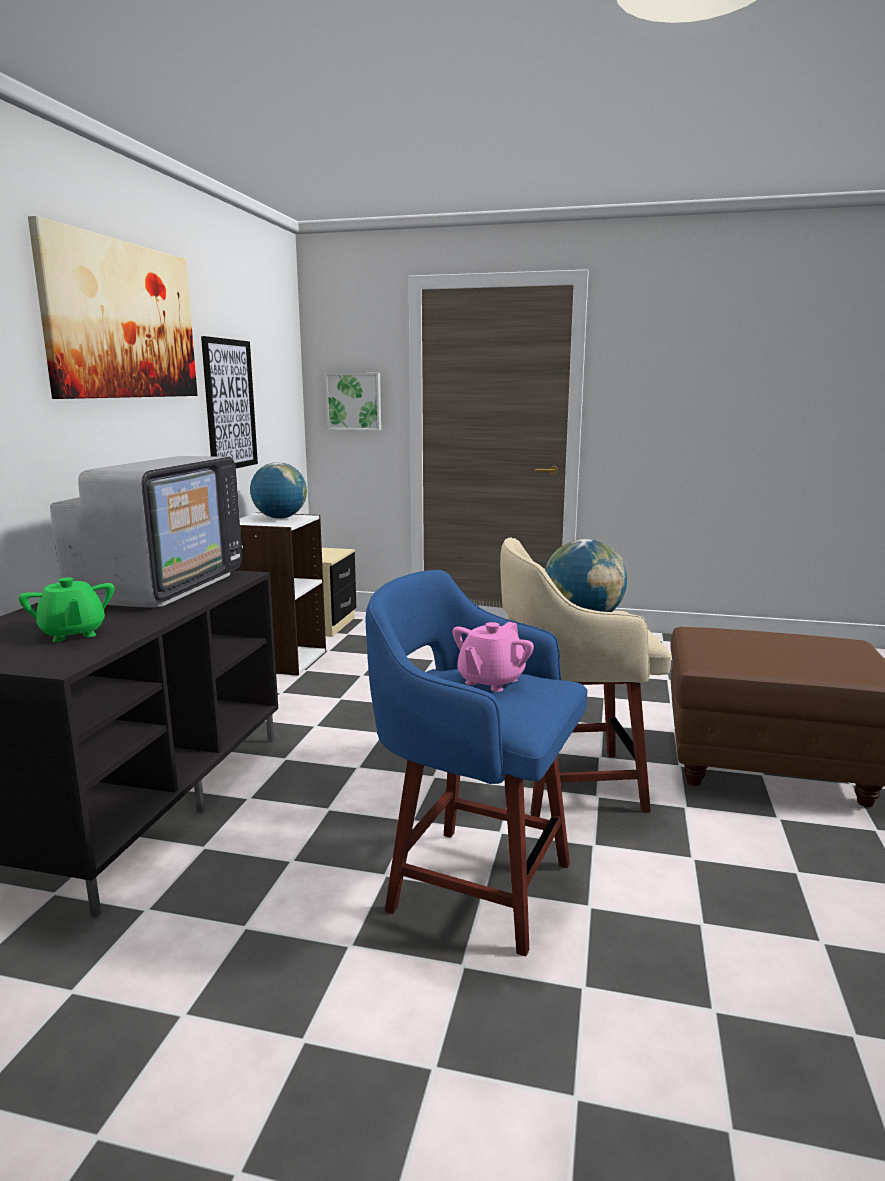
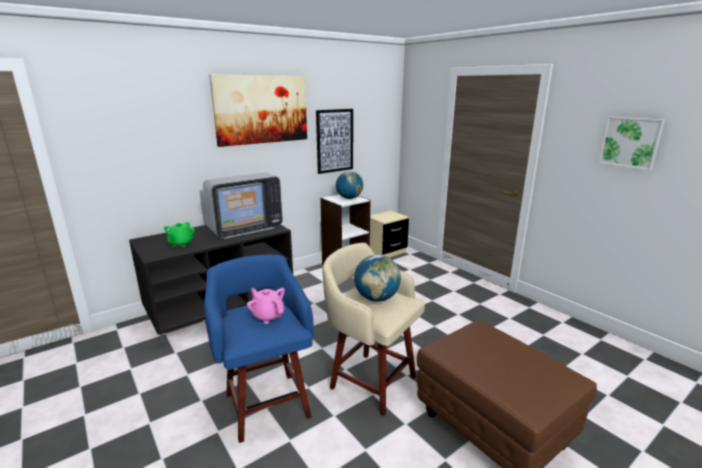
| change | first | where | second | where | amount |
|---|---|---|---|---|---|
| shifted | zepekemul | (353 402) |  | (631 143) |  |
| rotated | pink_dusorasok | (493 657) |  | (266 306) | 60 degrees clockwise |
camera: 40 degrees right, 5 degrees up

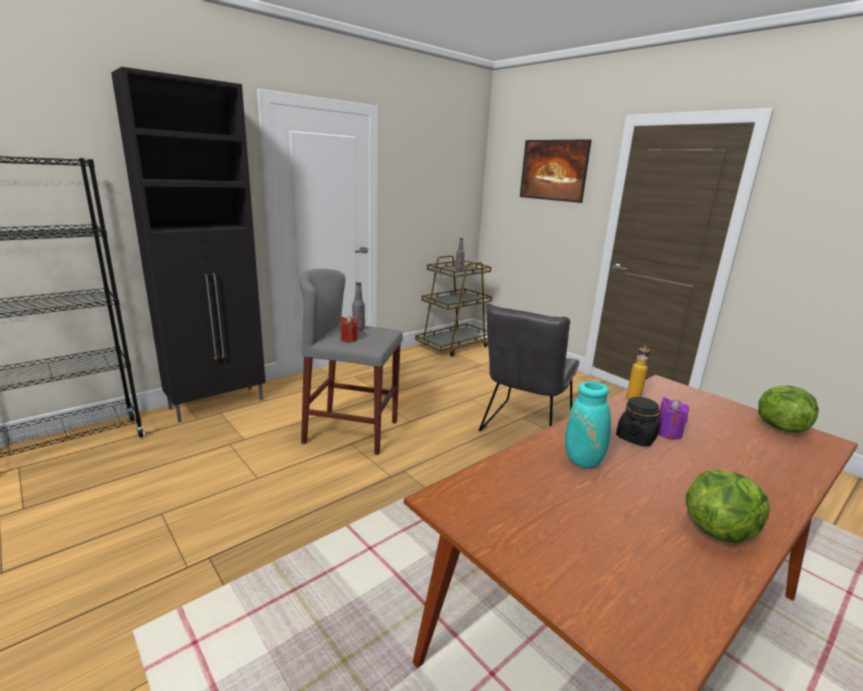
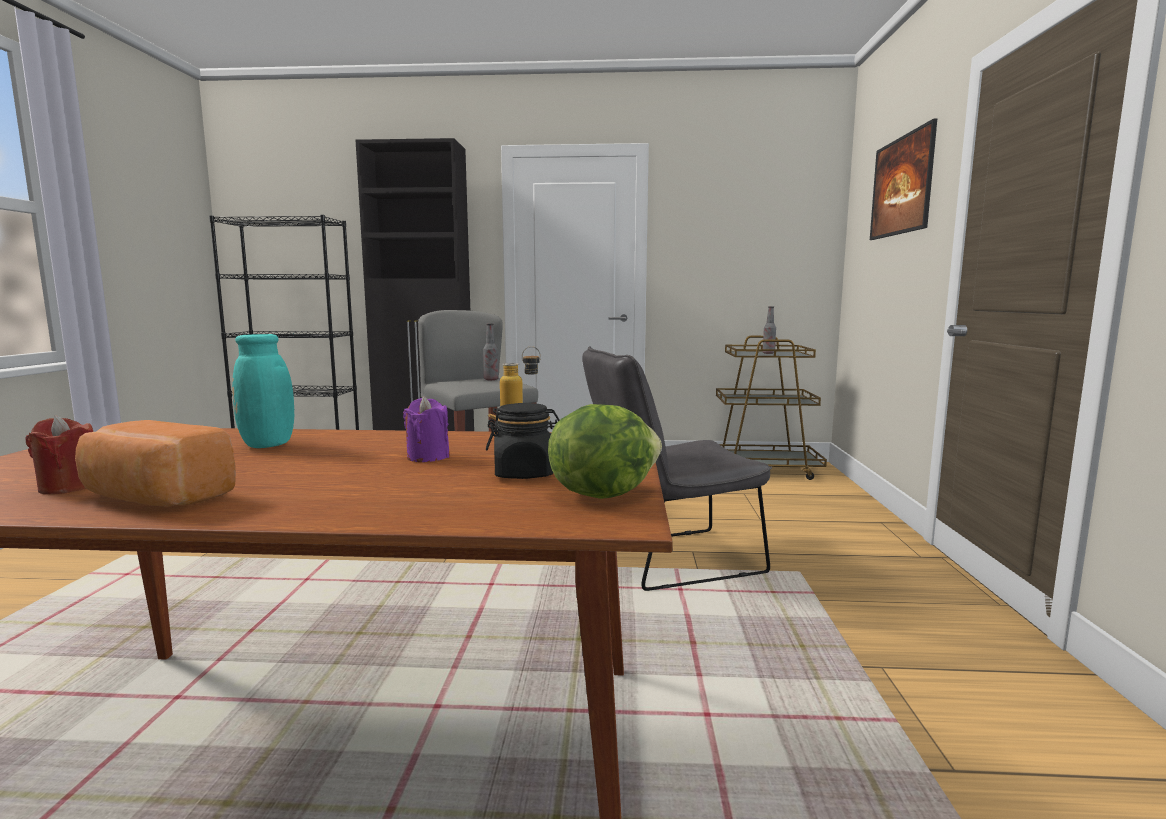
| change | first | where | second | where | amount |
|---|---|---|---|---|---|
| shifted | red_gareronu | (349 329) |  | (59 454) |  |
| shifted | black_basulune | (638 422) |  | (523 441) |  |
| swapped | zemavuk | (728 506) | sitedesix | (155 463) |  |
camera: 45 degrees right, 10 degrees down

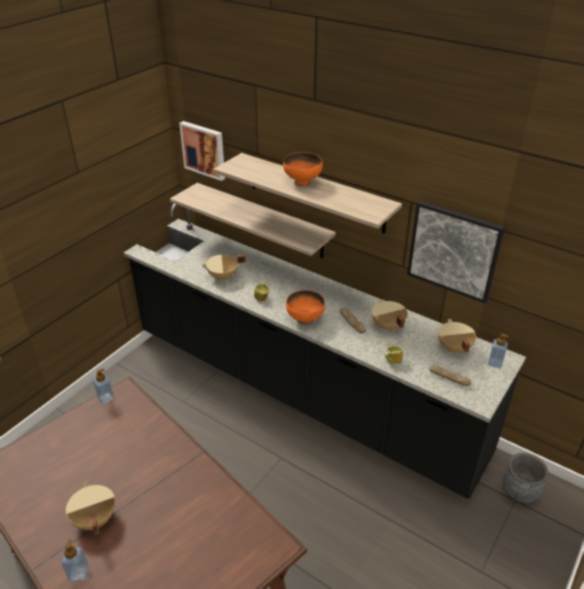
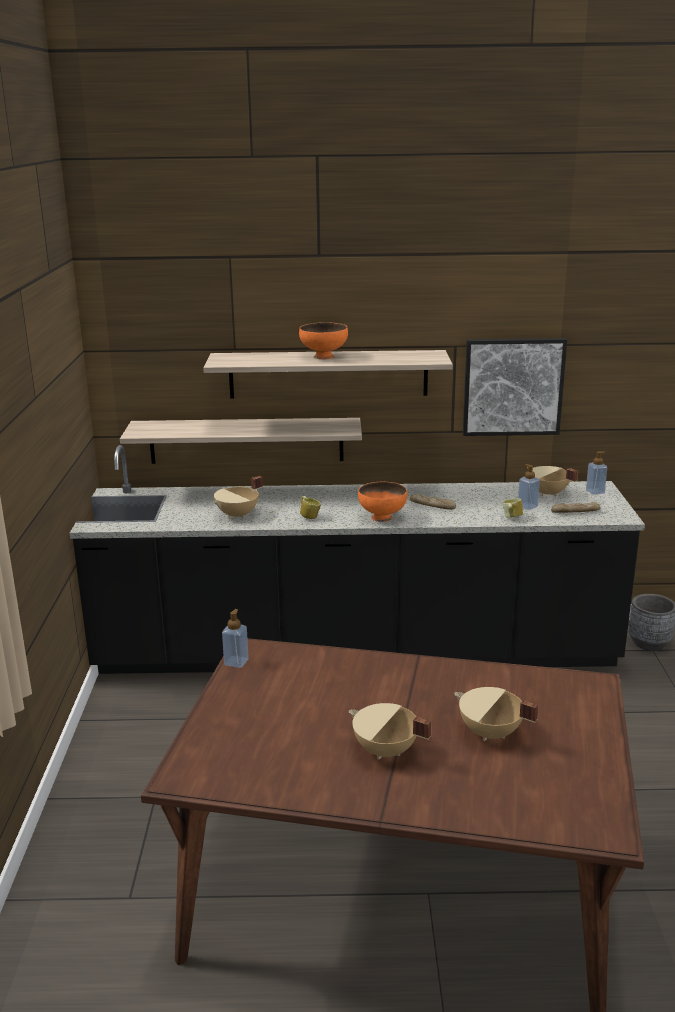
| change | first | where | second | where | amount |
|---|---|---|---|---|---|
| shifted | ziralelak | (75 560) |  | (529 487) |  |
| gone | zepekemul | (202 151) |  |  |  |
| shifted | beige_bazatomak | (389 315) |  | (496 714) |  |
camera: 35 degrees left, 15 degrees down

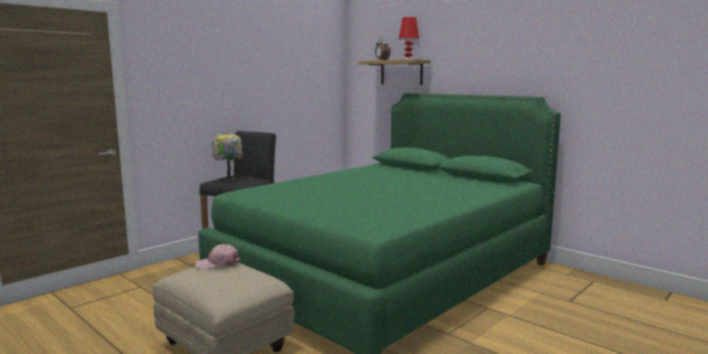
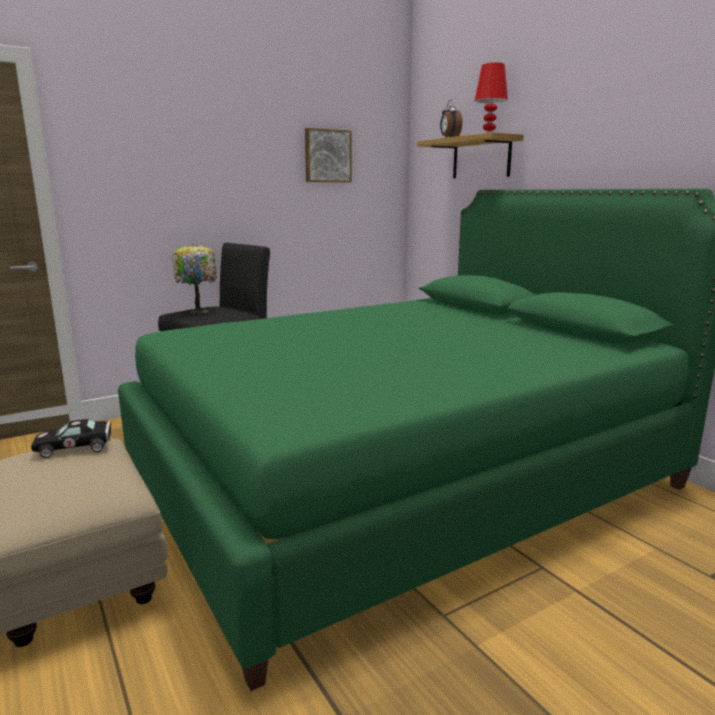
| change | first | where | second | where | amount |
|---|---|---|---|---|---|
| swapped | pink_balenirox | (217 257) | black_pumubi | (71 438) |  |
| new |  |  | zepekemul | (328 155) |  |
camera: 15 degrees right, 5 degrees up

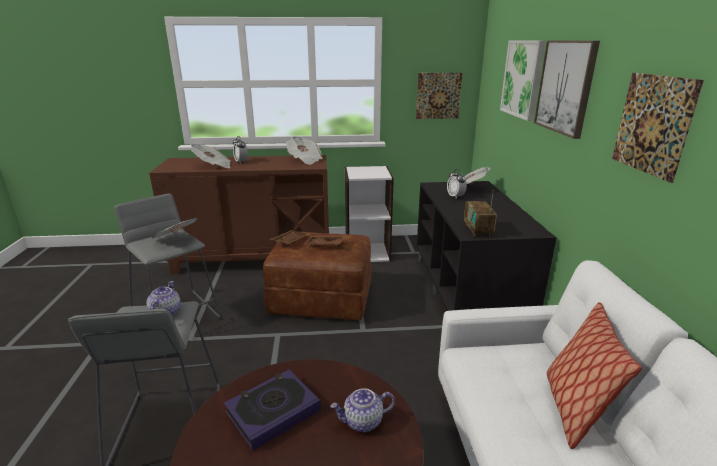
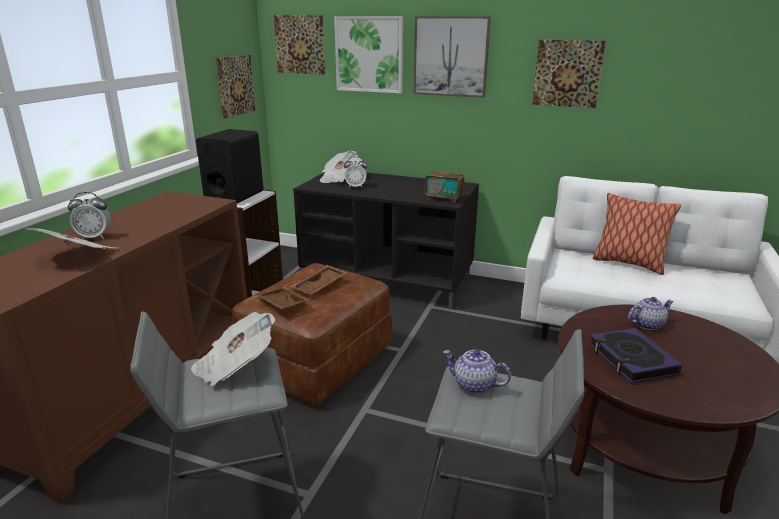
| change | first | where | second | where | amount |
|---|---|---|---|---|---|
| gone | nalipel | (304 150) |  |  |  |
| rotated | dusorasok | (362 410) |  | (651 313) | 120 degrees counterclockwise |
| new |  |  | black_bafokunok | (230 166) |  |
| new |  |  | zepekemul | (299 45) |  |
camera: 65 degrees left, 0 degrees up

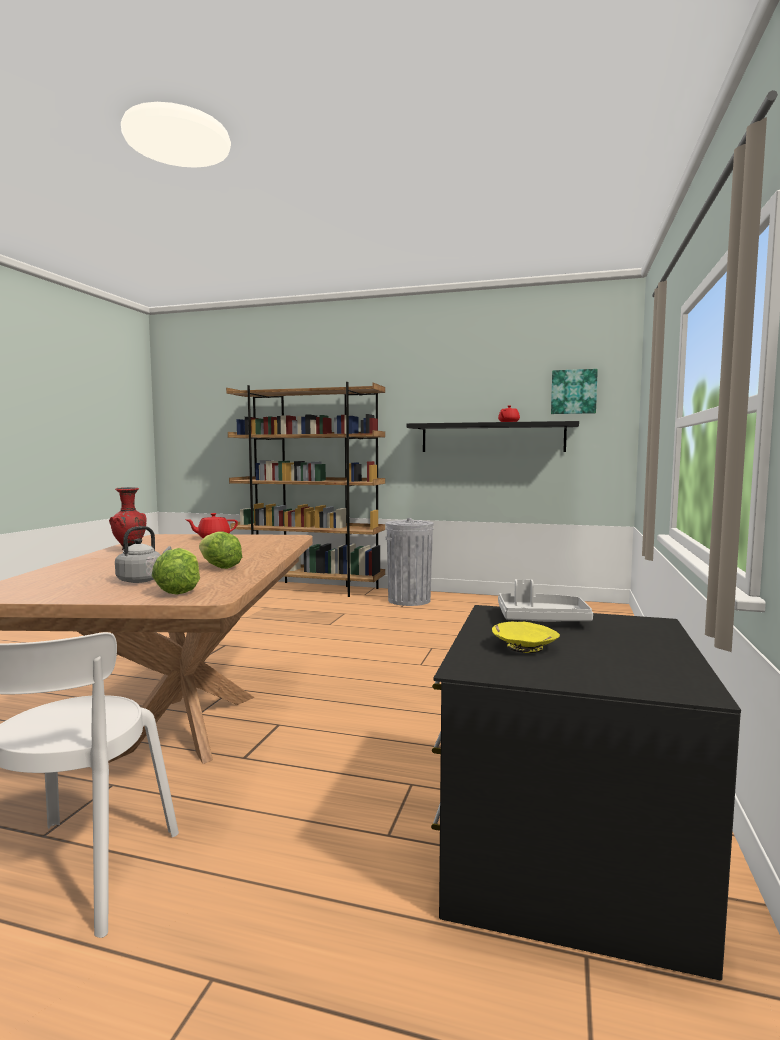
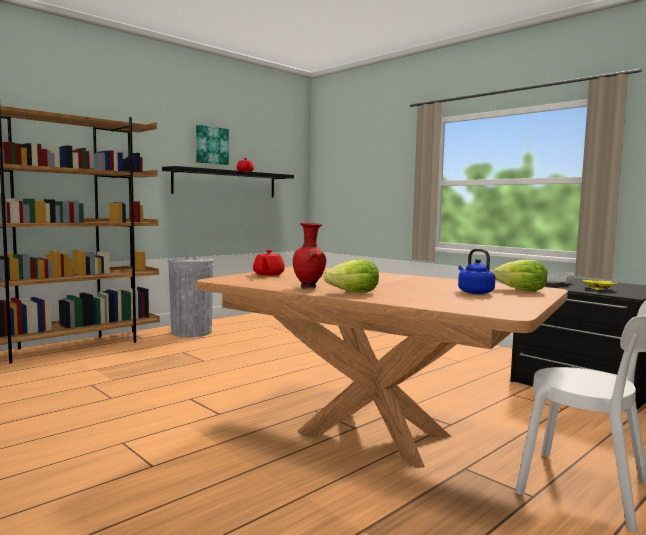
| change | first | where | second | where | amount |
|---|---|---|---|---|---|
| repainted | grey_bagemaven | (143 554) | blue_bagemaven | (477 271) |  |
| shifted | zemavuk | (220 550) |  | (351 276) |  |
| shifted | zepekemul | (574 391) |  | (212 145) |  |
camera: 60 degrees left, 0 degrees up

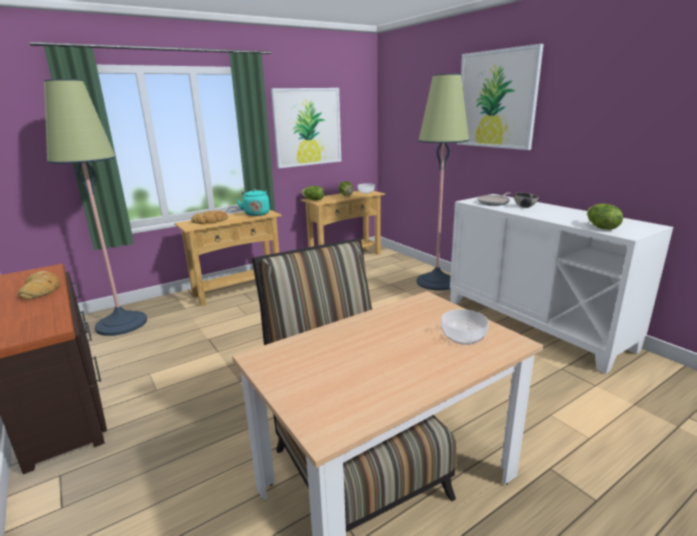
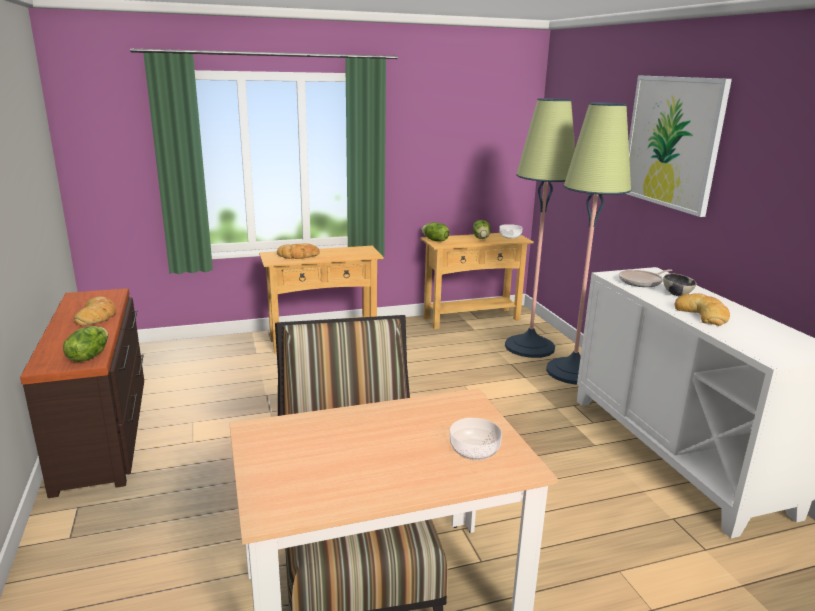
| change | first | where | second | where | amount |
|---|---|---|---|---|---|
| shifted | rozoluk | (95 207) |  | (540 228) |  |
| gone | turquoise_bagemaven | (253 202) |  |  |  |
| gone | zepekemul | (306 128) |  |  |  |
| shifted | zemavuk | (605 216) |  | (85 344) |  |
| new |  |  | sitedesix | (702 309) |  |
camera: 15 degrees right, 0 degrees up

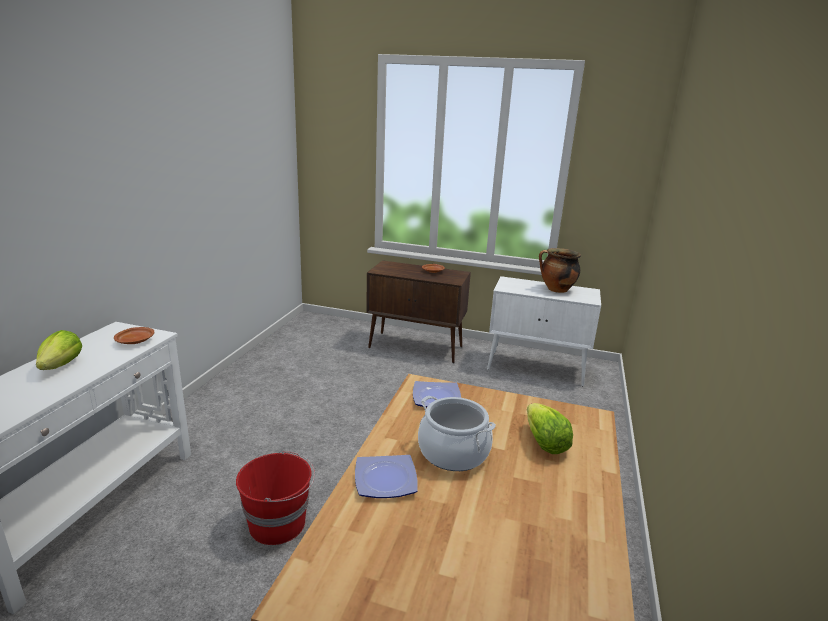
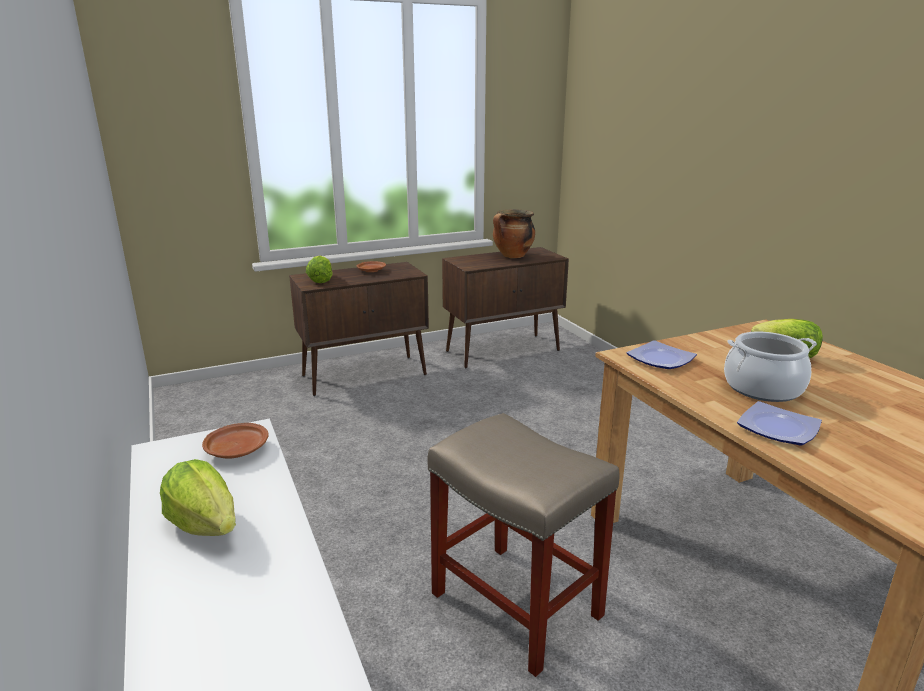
| change | first | where | second | where | amount |
|---|---|---|---|---|---|
| swapped | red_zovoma | (275 498) | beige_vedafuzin | (523 545) |  |
| repainted | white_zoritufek | (544 331) | brown_zoritufek | (505 307) |  |
| new |  |  | zemavuk | (319 269) |  |
camera: 40 degrees left, 0 degrees up

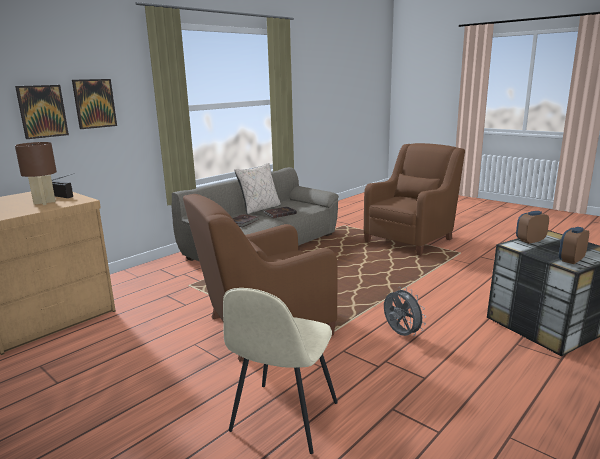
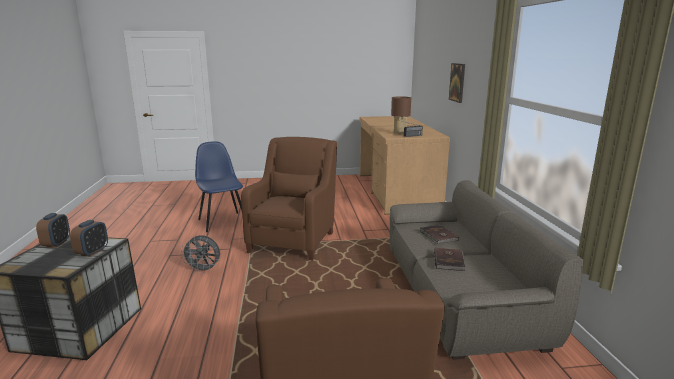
| change | first | where | second | where | amount |
|---|---|---|---|---|---|
| gone | zepekemul | (94 104) |  |  |  |
| repainted | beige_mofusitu | (280 371) | blue_mofusitu | (219 186) |  |
| gone | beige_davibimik | (258 188) |  |  |  |
camera: 130 degrees right, 0 degrees up

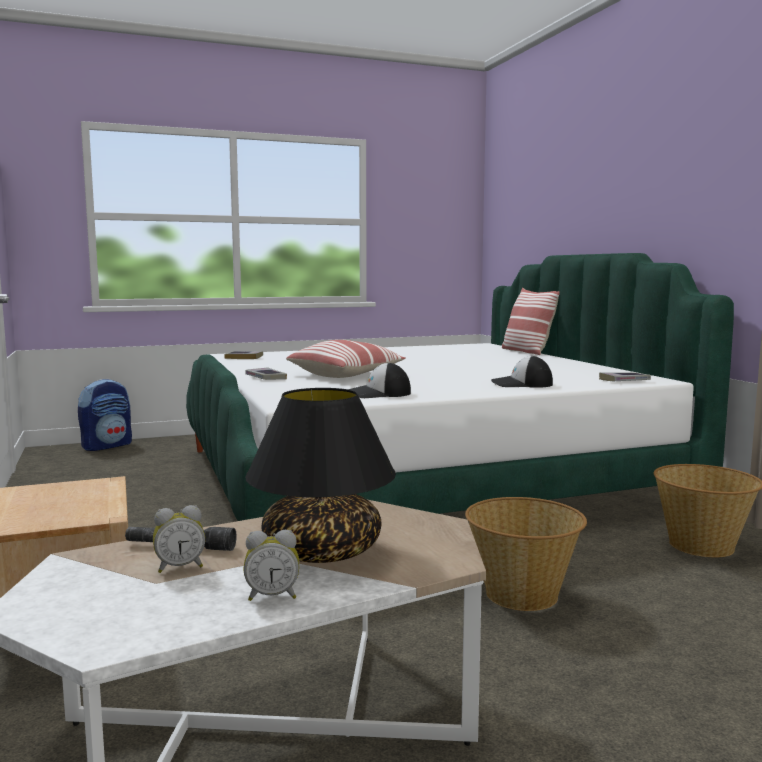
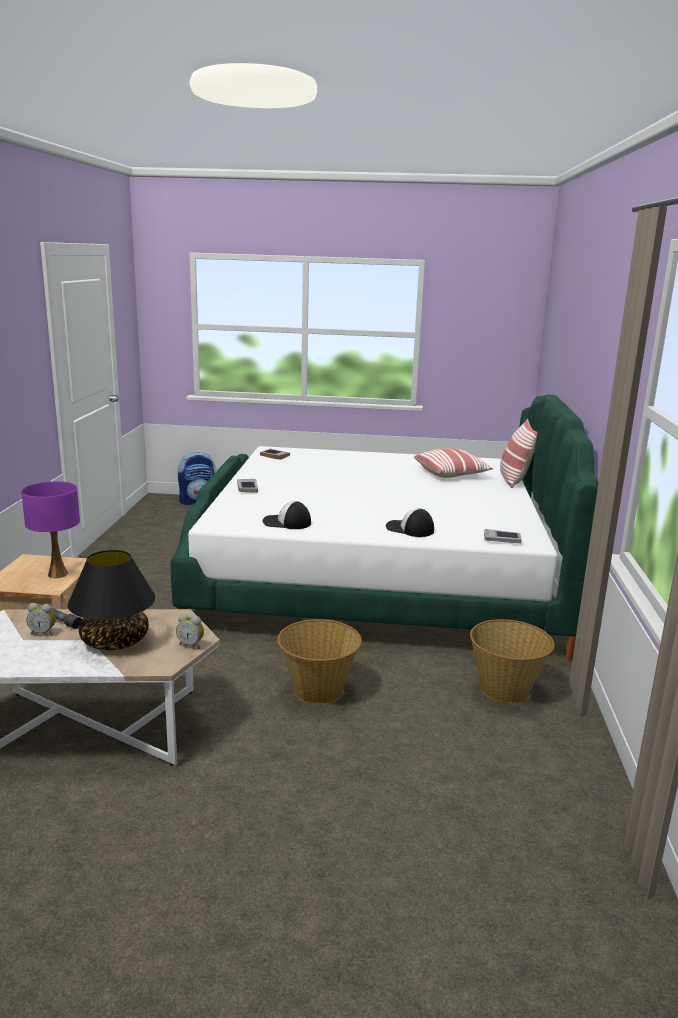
| change | first | where | second | where | amount |
|---|---|---|---|---|---|
| shifted | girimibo | (271 565) |  | (190 631) |  |
| shifted | davibimik | (346 359) |  | (453 463) |  |
| new |  |  | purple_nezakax | (50 529) |  |
camera: 25 degrees right, 10 degrees up

